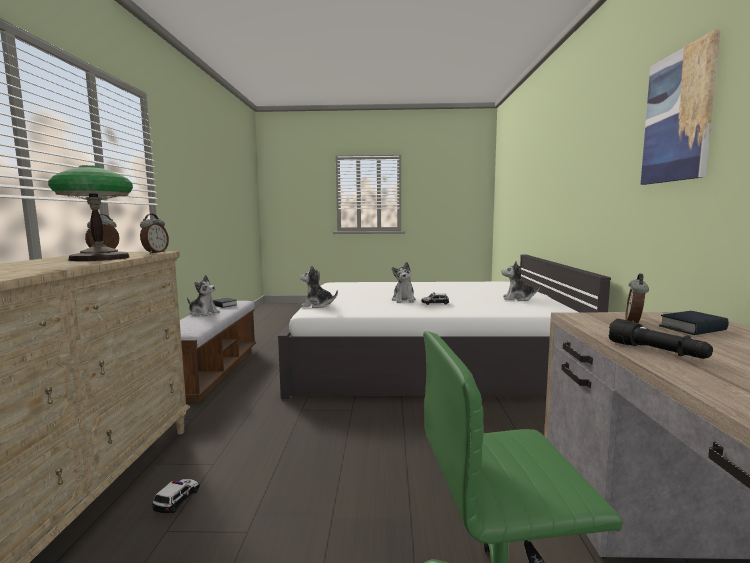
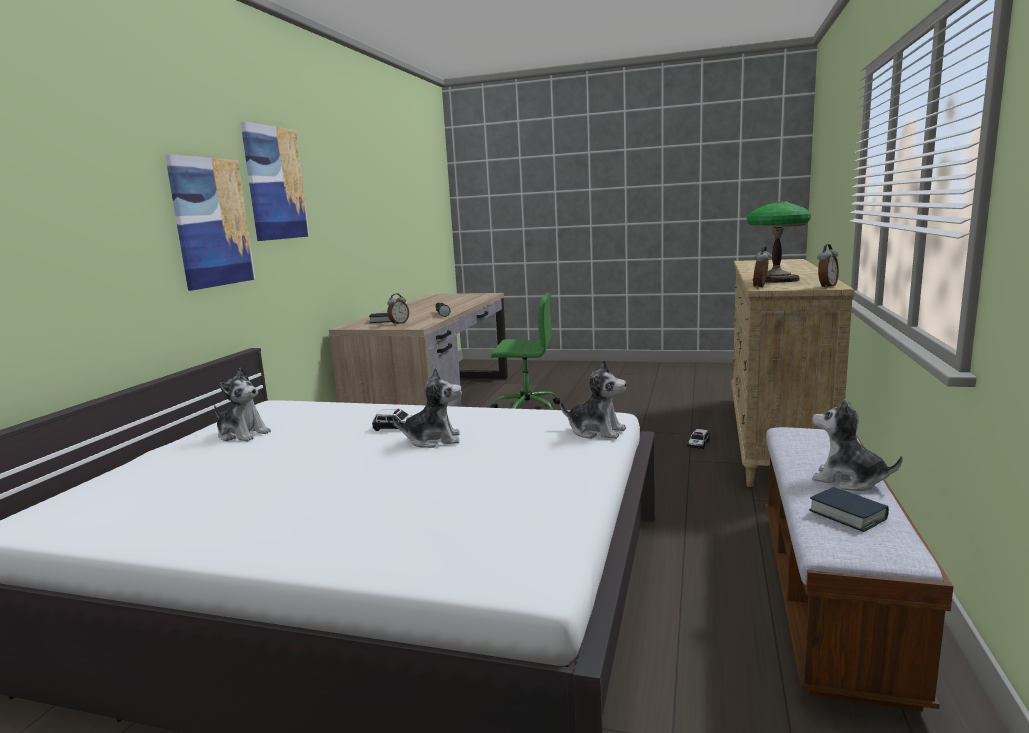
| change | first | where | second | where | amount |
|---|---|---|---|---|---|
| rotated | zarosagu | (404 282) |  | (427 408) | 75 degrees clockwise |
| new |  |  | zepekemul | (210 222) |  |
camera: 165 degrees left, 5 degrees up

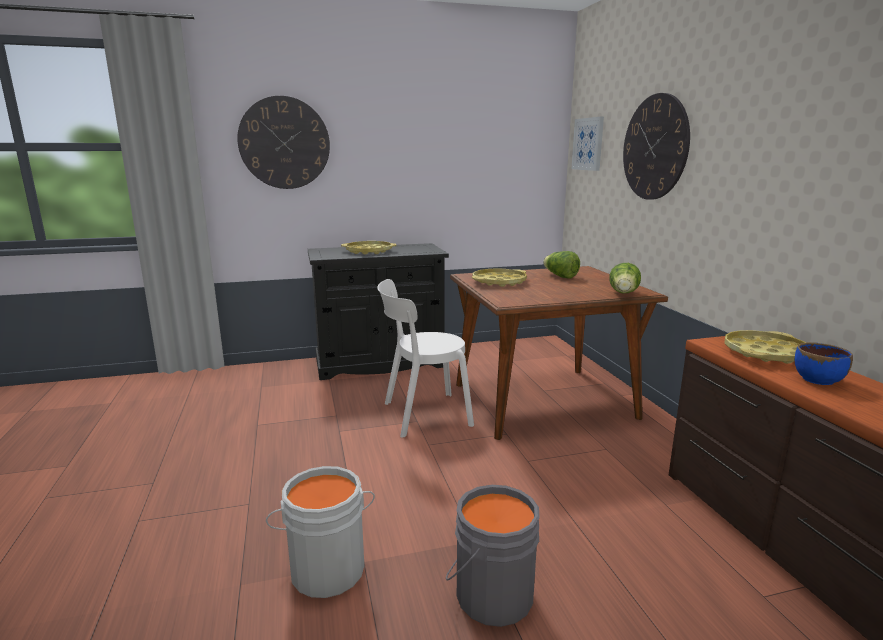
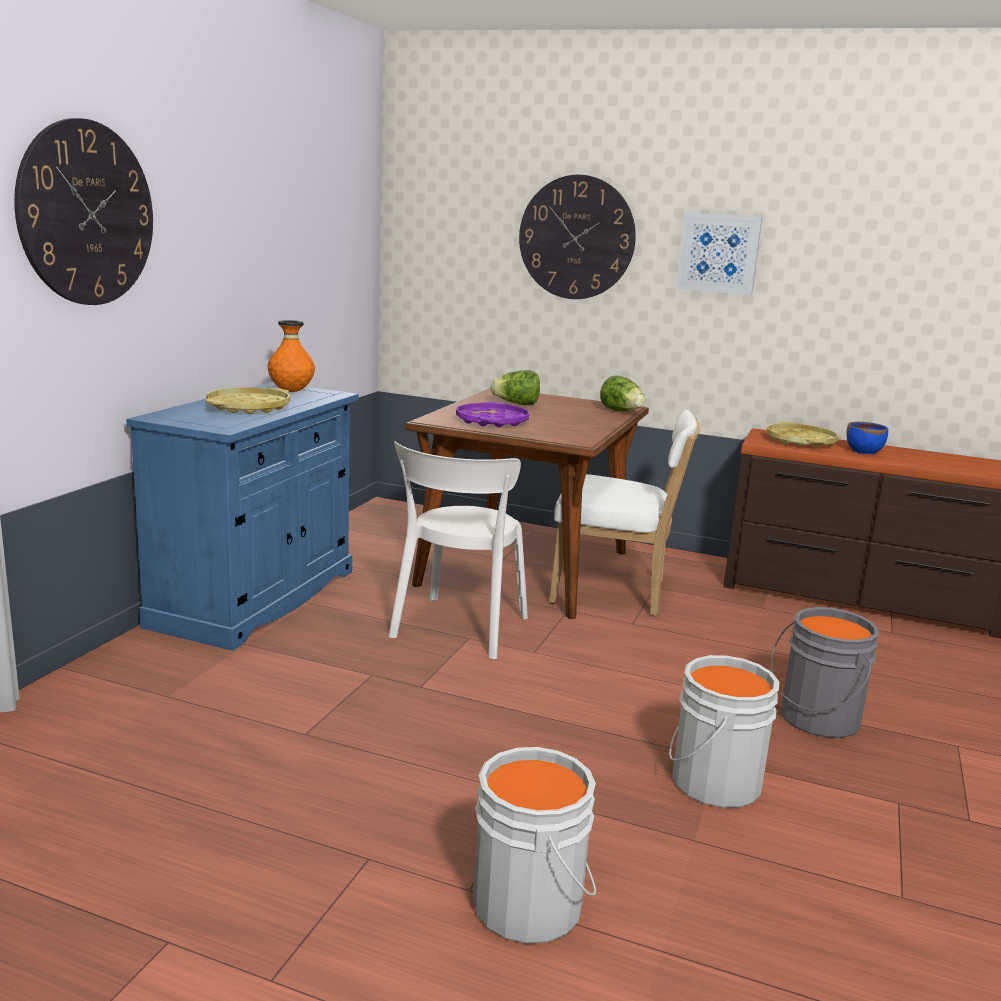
| change | first | where | second | where | amount |
|---|---|---|---|---|---|
| repainted | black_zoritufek | (378 311) | blue_zoritufek | (242 516) |  |
| repainted | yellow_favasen | (499 277) | purple_favasen | (492 414) |  |
| shifted | zepekemul | (588 144) |  | (719 253) |  |
| new |  |  | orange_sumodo | (291 356) |  |
| new |  |  | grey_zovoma | (534 845) |  |
| new |  |  | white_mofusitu | (624 513) |  |
camera: 55 degrees left, 0 degrees up

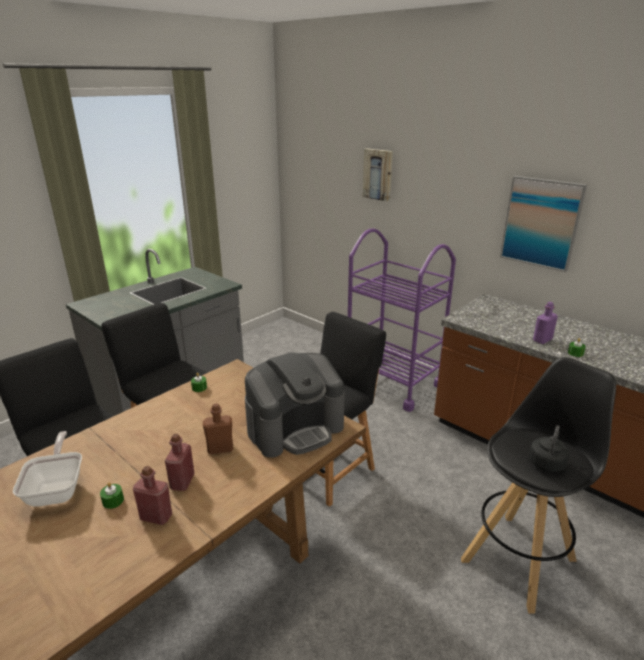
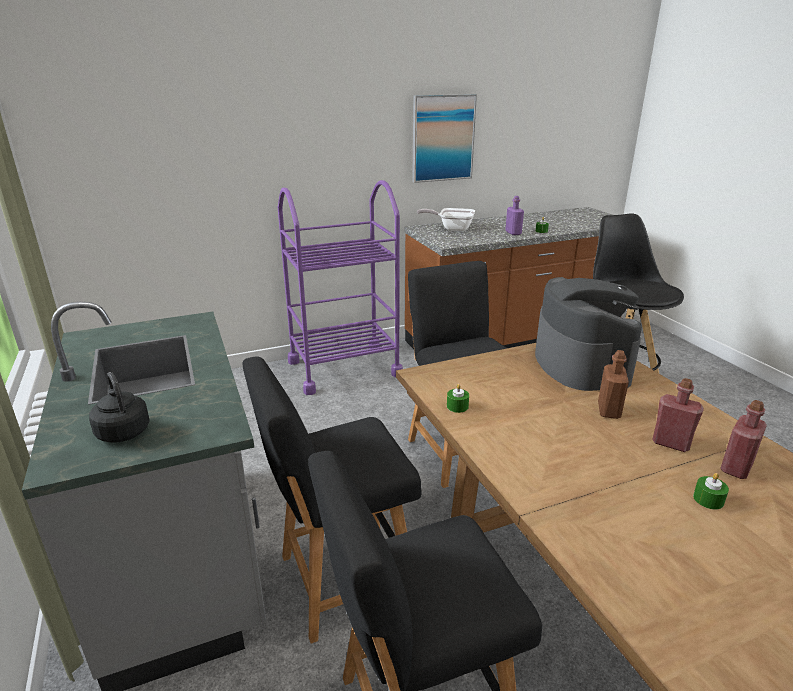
| change | first | where | second | where | amount |
|---|---|---|---|---|---|
| shifted | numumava | (47 469) |  | (446 219) |  |
| gone | zepekemul | (377 175) |  |  |  |
| shifted | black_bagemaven | (549 448) |  | (119 407) |  |
camera: 65 degrees left, 0 degrees up

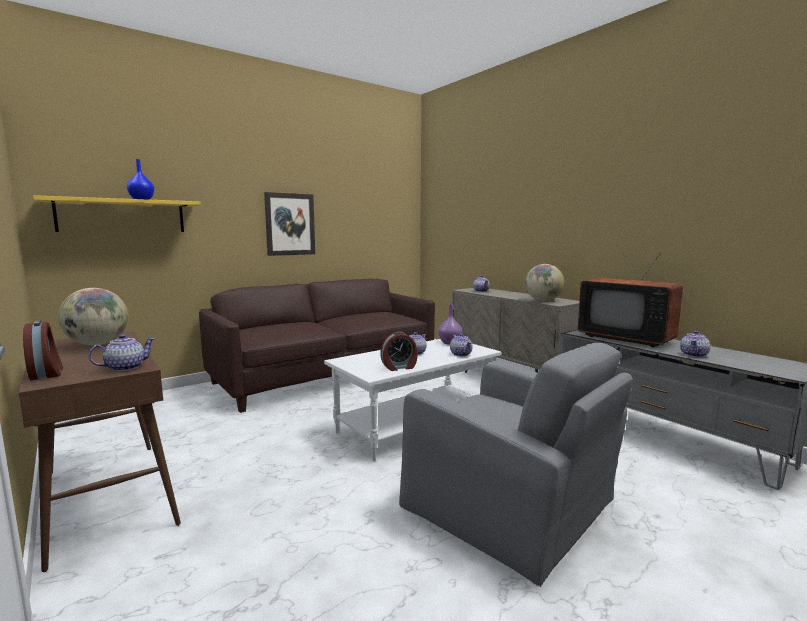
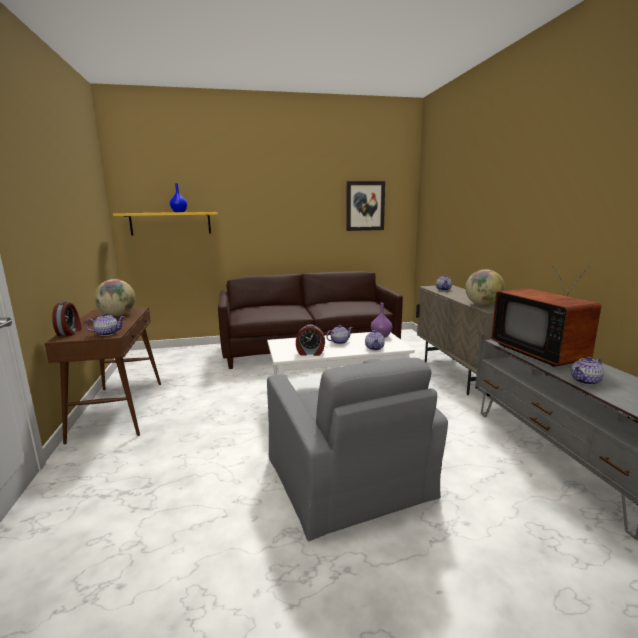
| change | first | where | second | where | amount |
|---|---|---|---|---|---|
| shifted | zepekemul | (289 224) |  | (365 206) |  |
camera: 25 degrees right, 5 degrees up

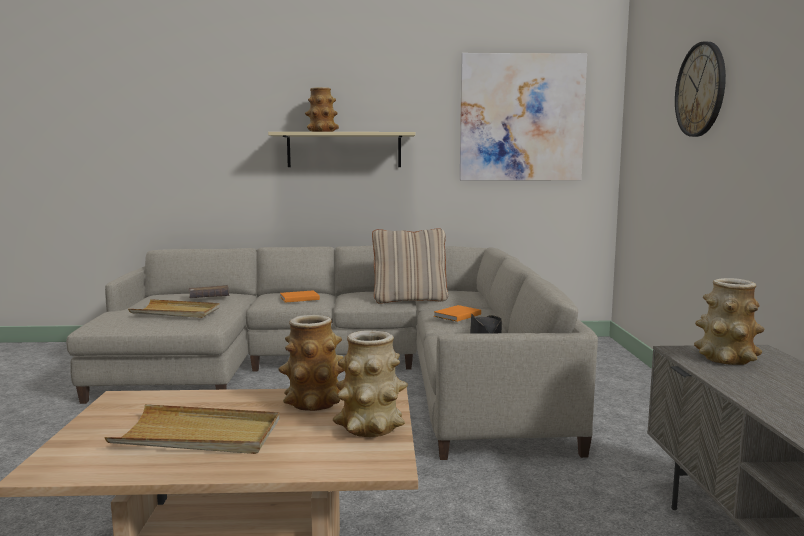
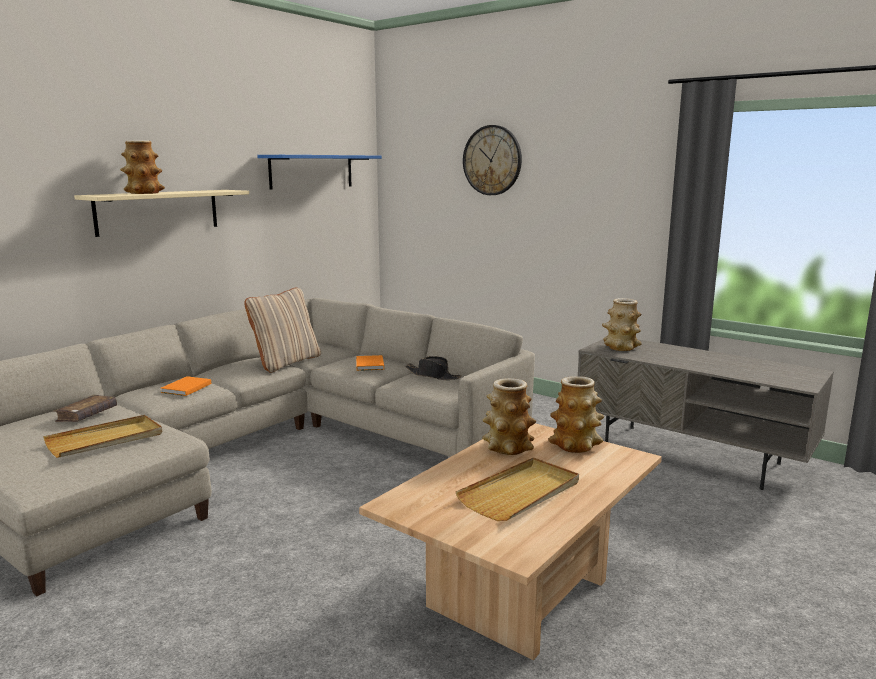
| change | first | where | second | where | amount |
|---|---|---|---|---|---|
| swapped | zepekemul | (523 116) | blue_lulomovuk | (319 172) |  |
camera: 50 degrees left, 5 degrees up

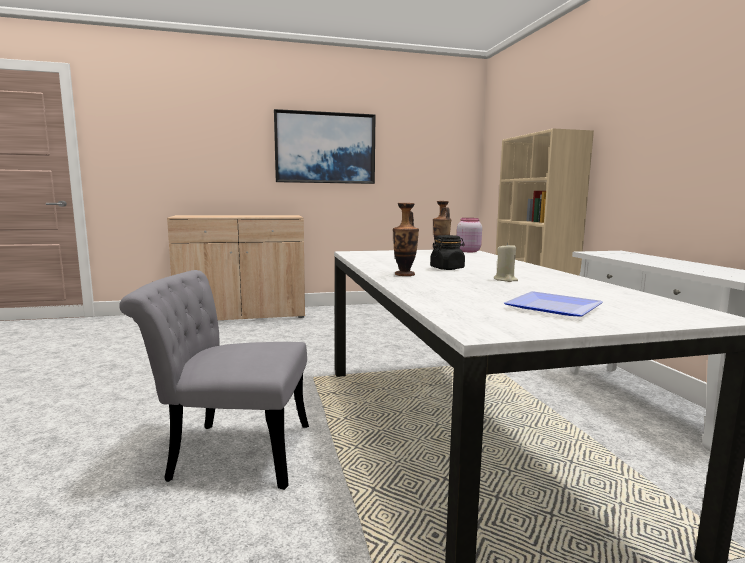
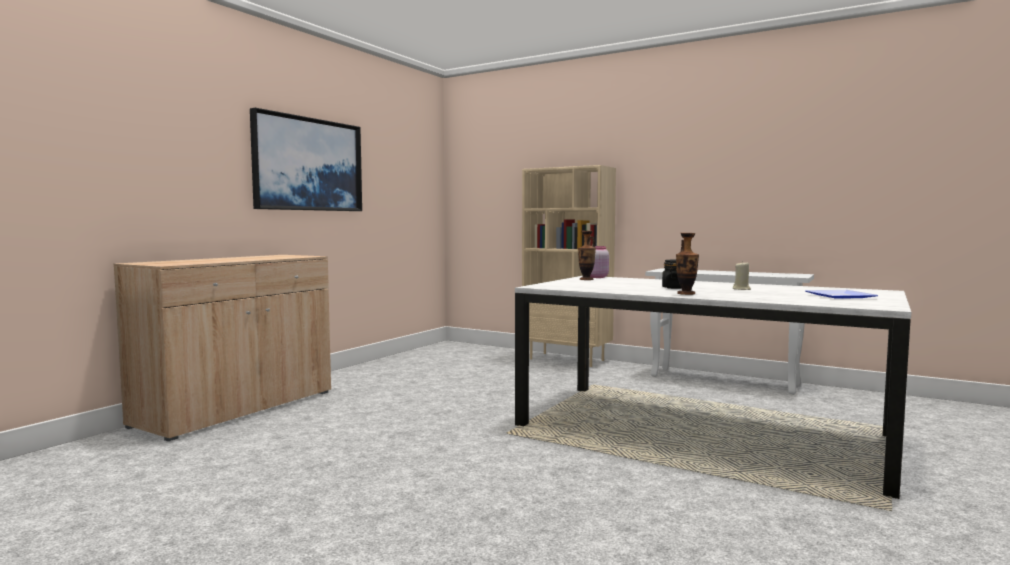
| change | first | where | second | where | amount |
|---|---|---|---|---|---|
| gone | grey_mofusitu | (214 380) |  |  |  |
camera: 45 degrees left, 5 degrees down

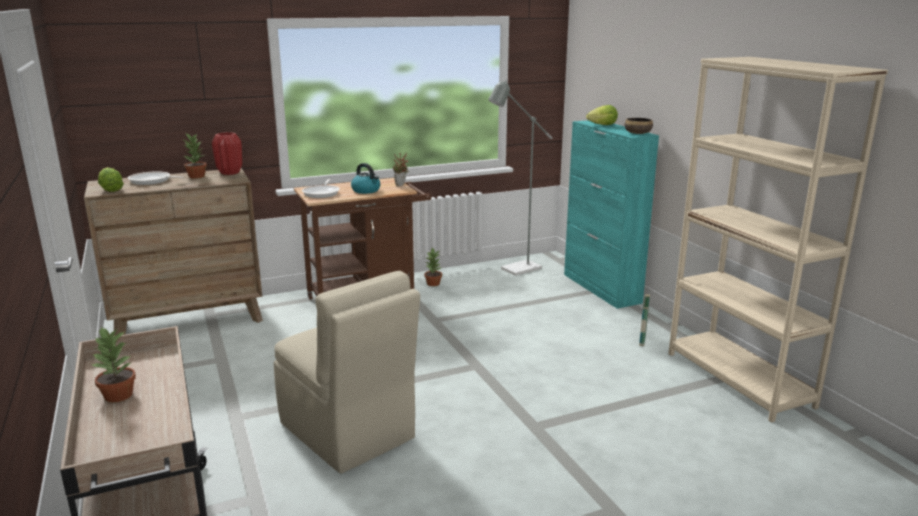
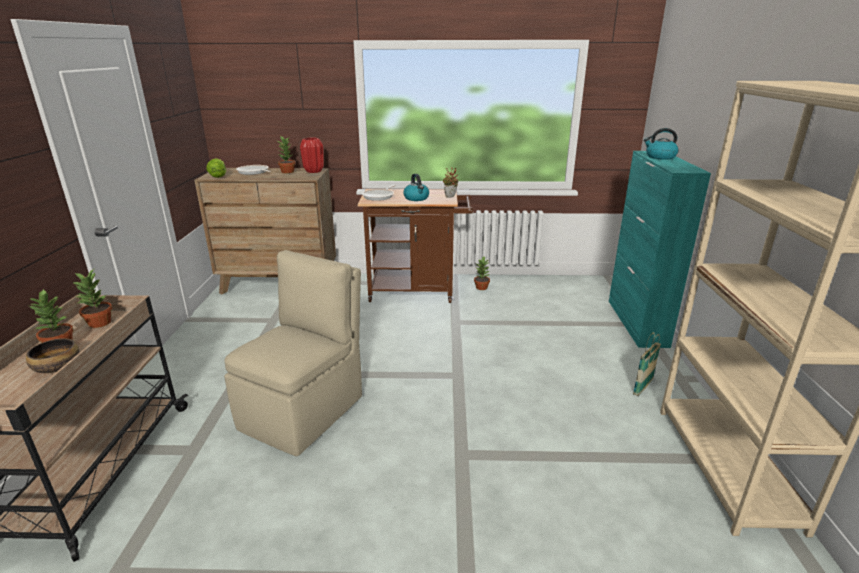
| change | first | where | second | where | amount |
|---|---|---|---|---|---|
| rotated | beige_mofusitu | (346 372) |  | (293 353) | 135 degrees counterclockwise |
| gone | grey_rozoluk | (520 178) |  |  |  |
| swapped | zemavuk | (602 115) | bagemaven | (661 144) |  |
| shifted | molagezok | (639 126) |  | (52 355) |  |
| new |  |  | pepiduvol | (92 298) |  |
camera: 25 degrees right, 5 degrees up

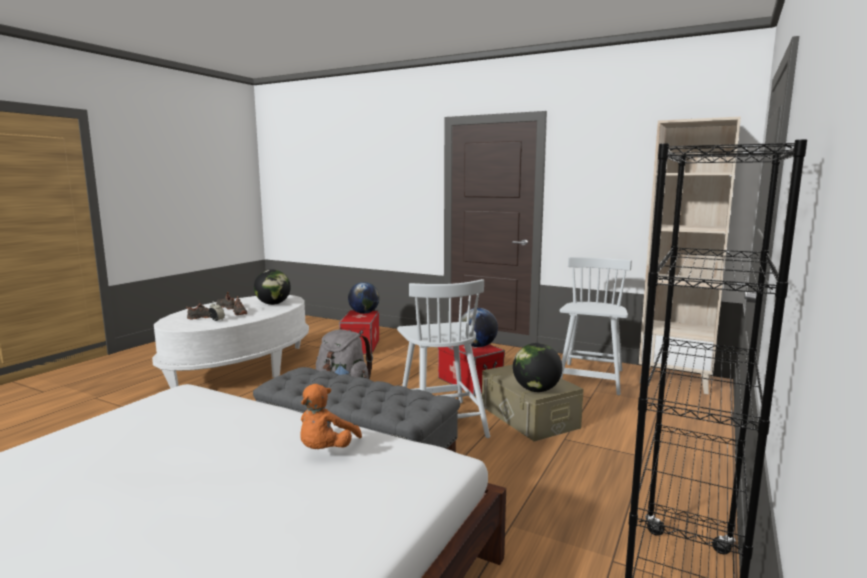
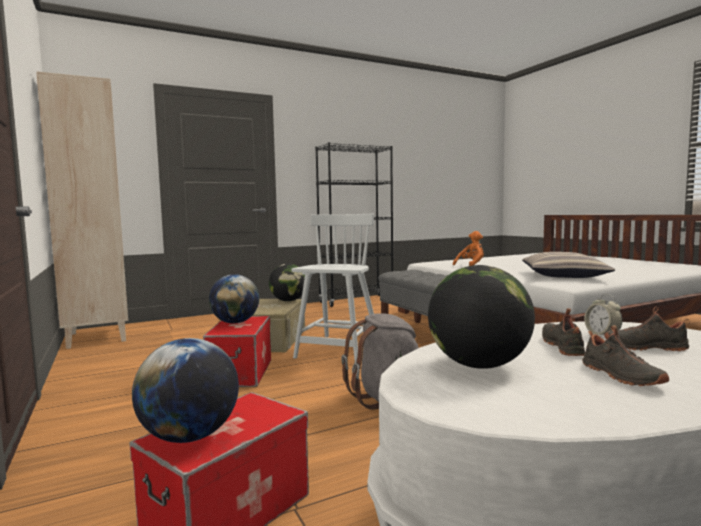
| change | first | where | second | where | amount |
|---|---|---|---|---|---|
| gone | white_mofusitu | (596 326) |  |  |  |
| new |  |  | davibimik | (568 265) |  |
camera: 145 degrees left, 5 degrees down

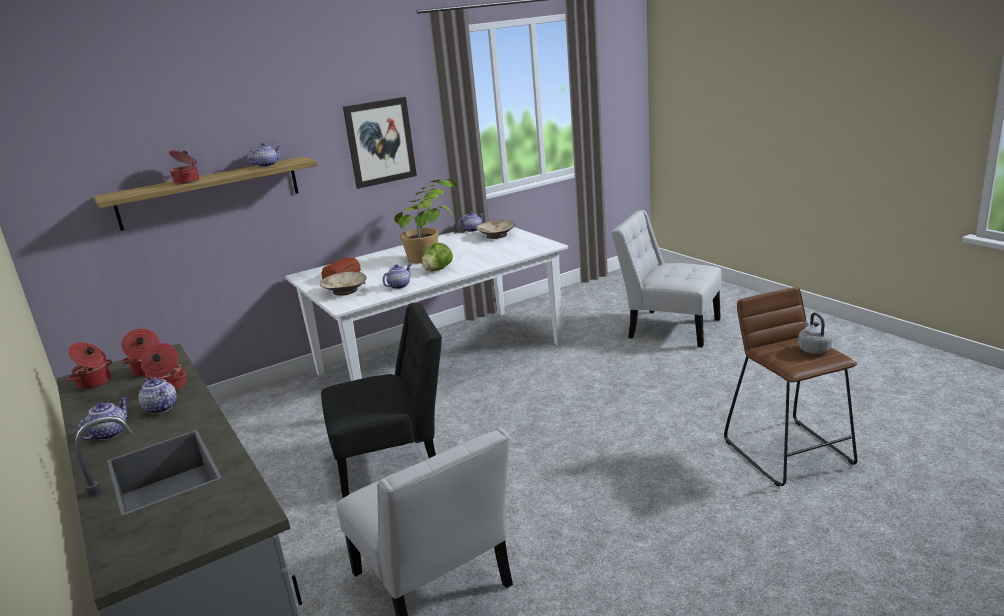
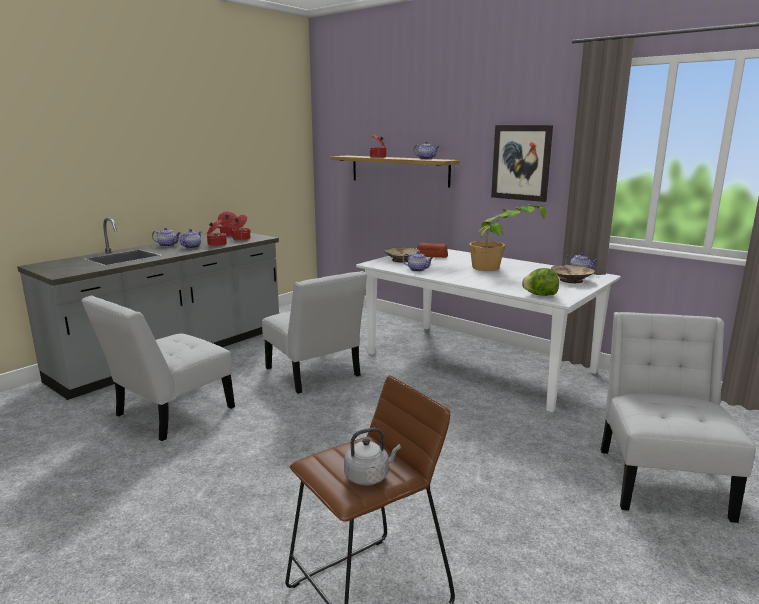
| change | first | where | second | where | amount |
|---|---|---|---|---|---|
| repainted | black_mofusitu | (381 400) | white_mofusitu | (314 332) |  |
| shifted | zemavuk | (437 257) |  | (540 282) |  |
camera: 70 degrees right, 5 degrees down

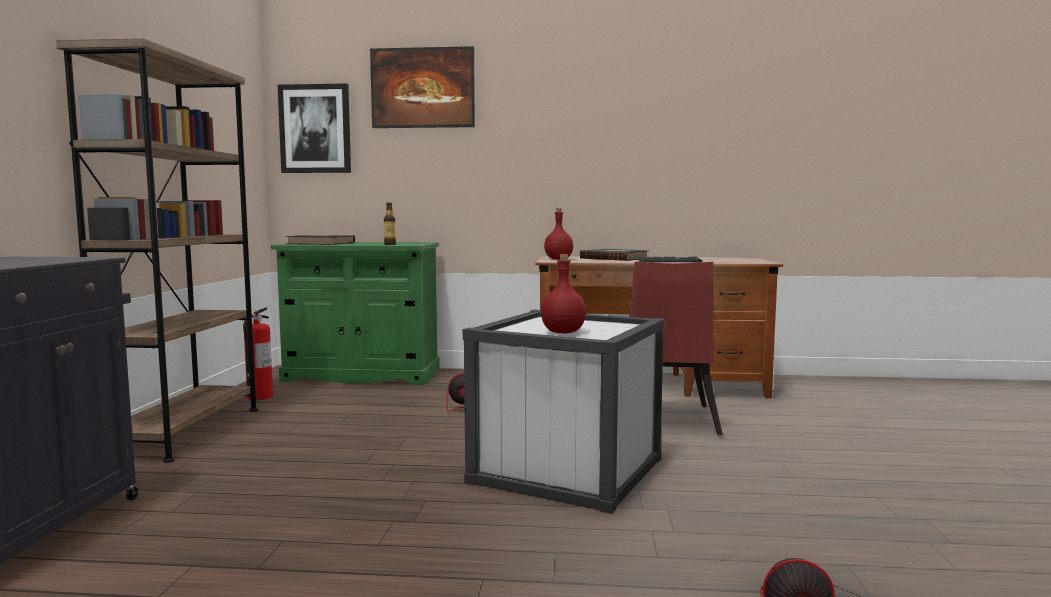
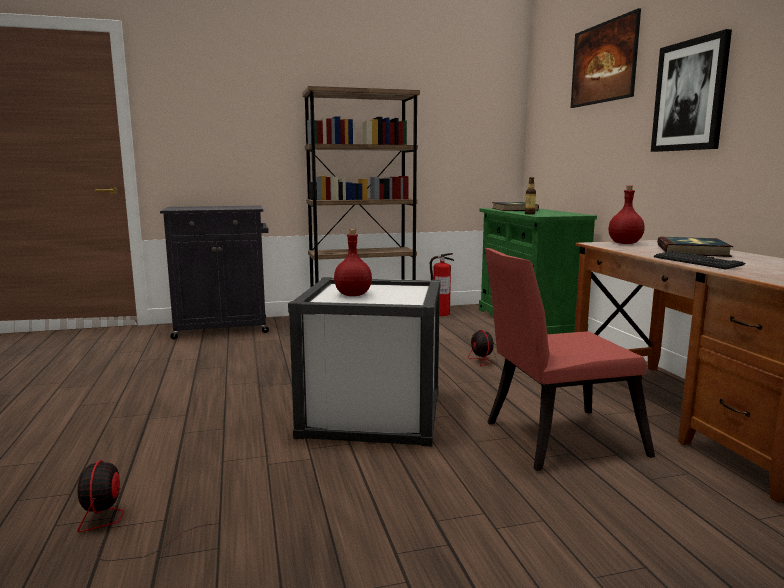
| change | first | where | second | where | amount |
|---|---|---|---|---|---|
| shifted | zepekemul | (314 128) |  | (691 90) |  |
camera: 70 degrees right, 5 degrees up

